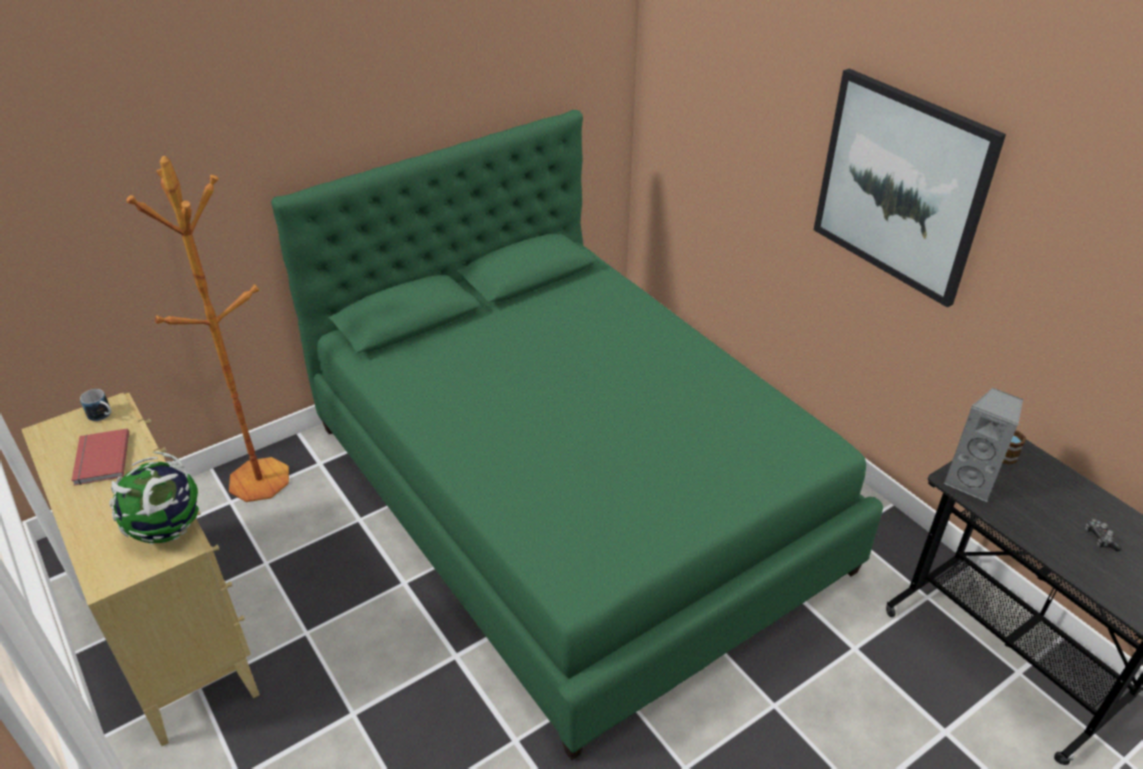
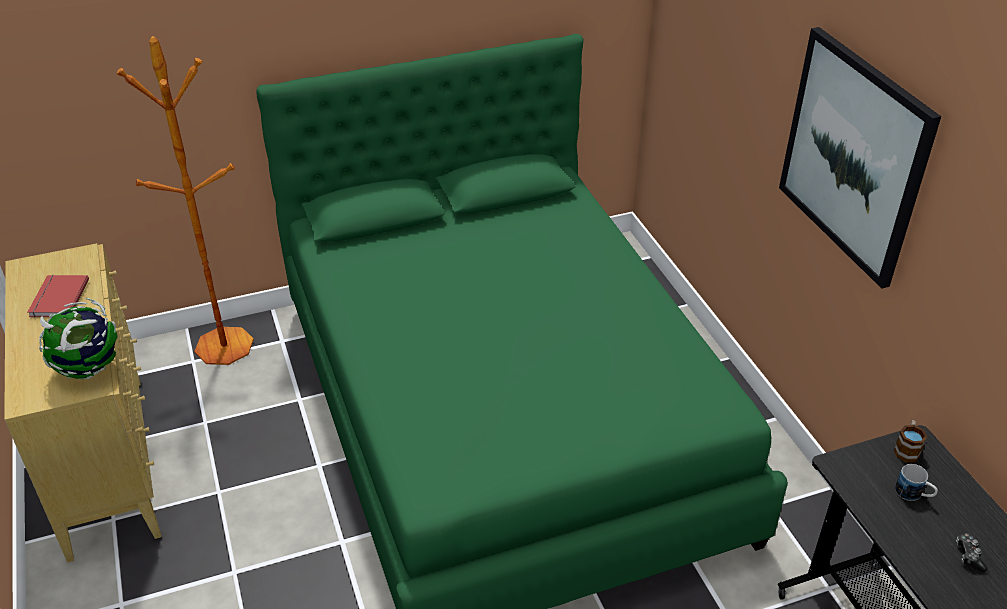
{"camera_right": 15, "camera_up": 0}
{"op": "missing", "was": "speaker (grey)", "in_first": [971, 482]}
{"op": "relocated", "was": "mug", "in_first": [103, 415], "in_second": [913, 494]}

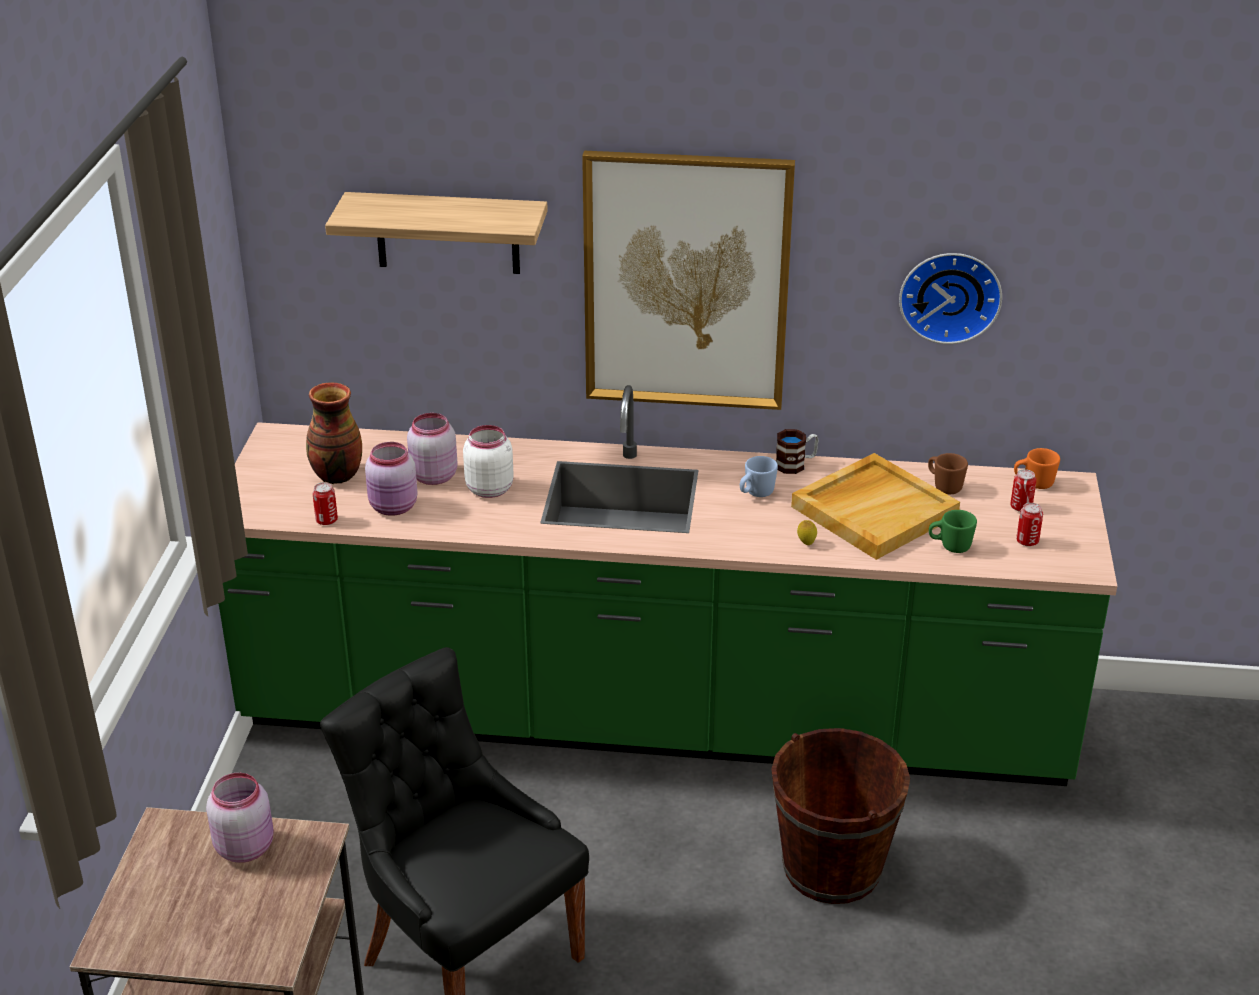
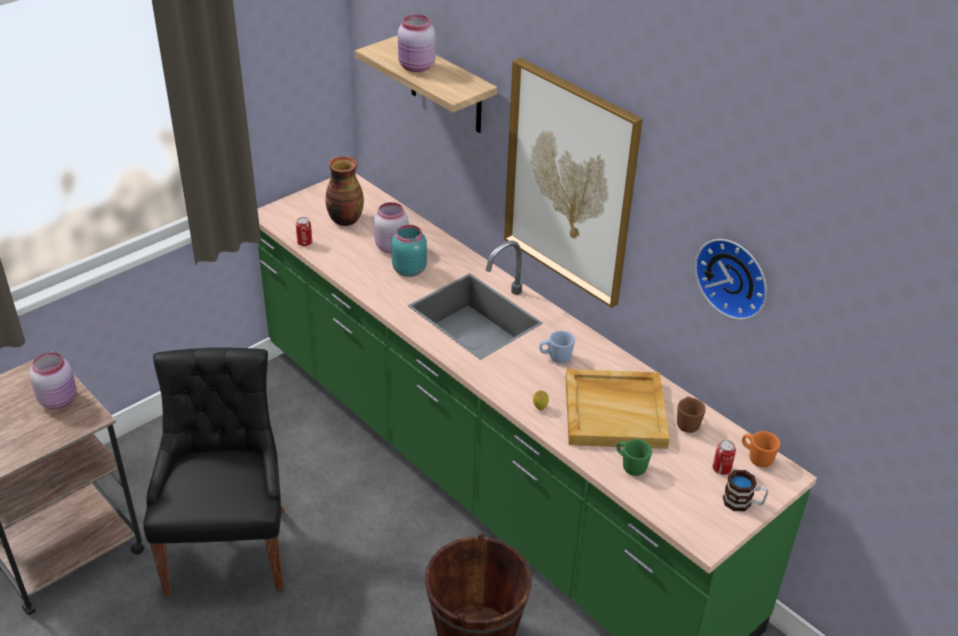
{"camera_right": 40, "camera_up": 5}
{"op": "colour", "was": "jar (white)", "now": "jar (turquoise)", "in_first": [488, 488], "in_second": [409, 269]}
{"op": "relocated", "was": "mug", "in_first": [796, 464], "in_second": [743, 503]}
{"op": "relocated", "was": "jar (pink)", "in_first": [394, 507], "in_second": [416, 67]}
{"op": "missing", "was": "can", "in_first": [1027, 541]}

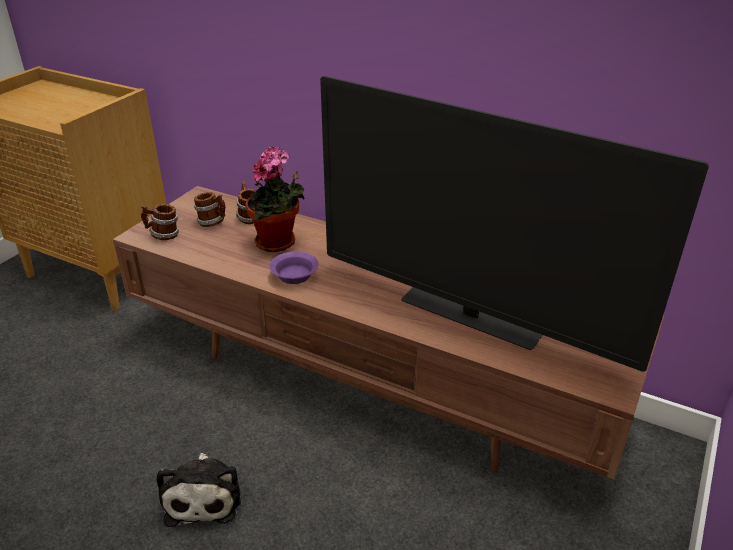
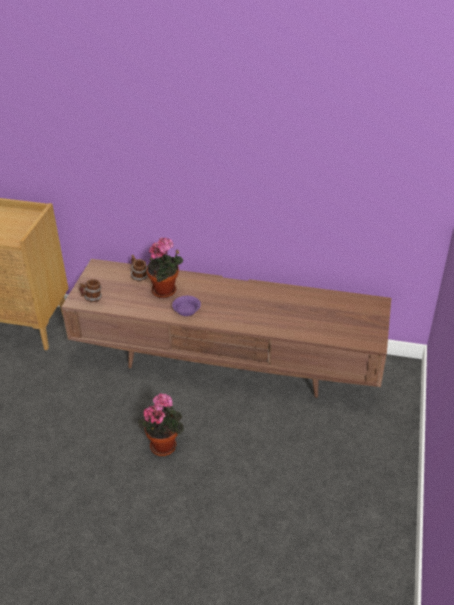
{"camera_right": -15, "camera_up": 5}
{"op": "missing", "was": "television", "in_first": [469, 318]}
{"op": "missing", "was": "mug", "in_first": [213, 223]}
{"op": "exchanged", "was": "plush toy", "now": "potted plant", "in_first": [204, 496], "in_second": [164, 444]}

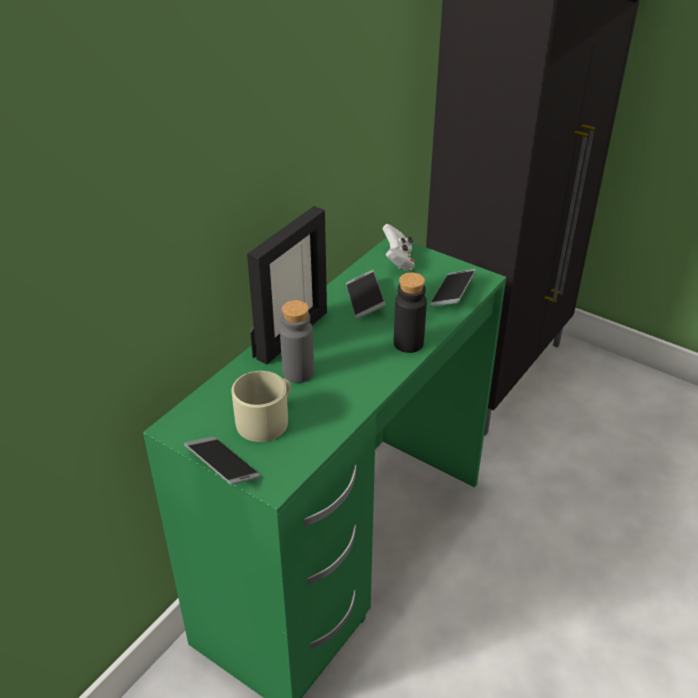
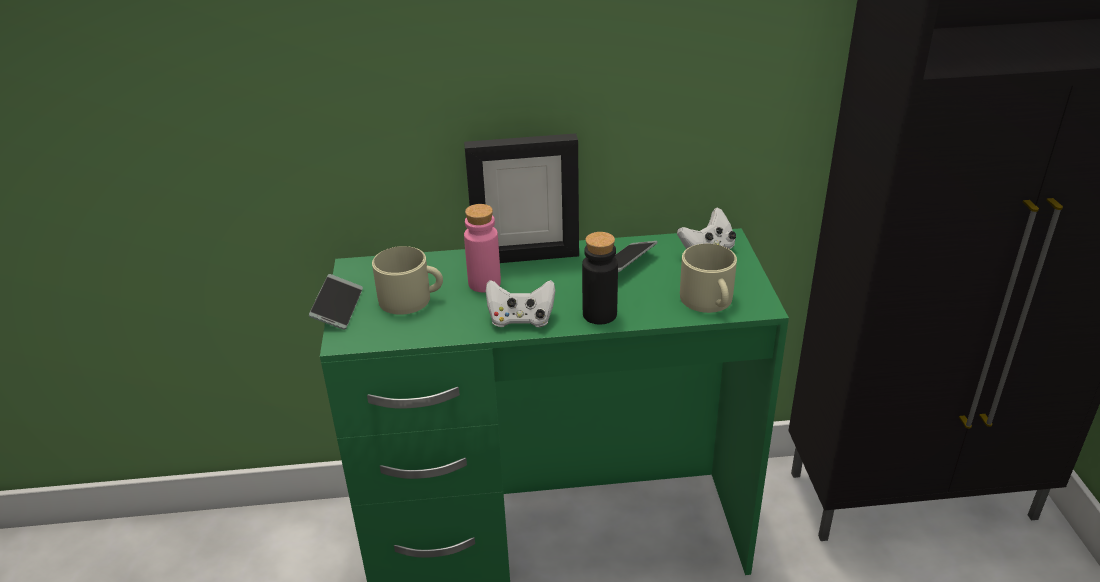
{"camera_right": 50, "camera_up": -5}
{"op": "exchanged", "was": "phone", "now": "mug (beige)", "in_first": [452, 293], "in_second": [709, 301]}
{"op": "colour", "was": "bottle (grey)", "now": "bottle (pink)", "in_first": [298, 372], "in_second": [484, 283]}
{"op": "appeared", "now": "game controller (white)", "in_second": [521, 320]}

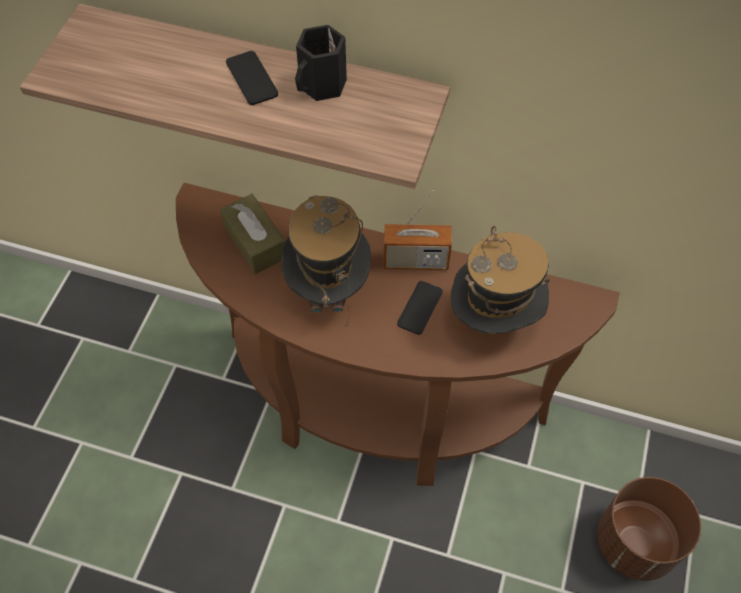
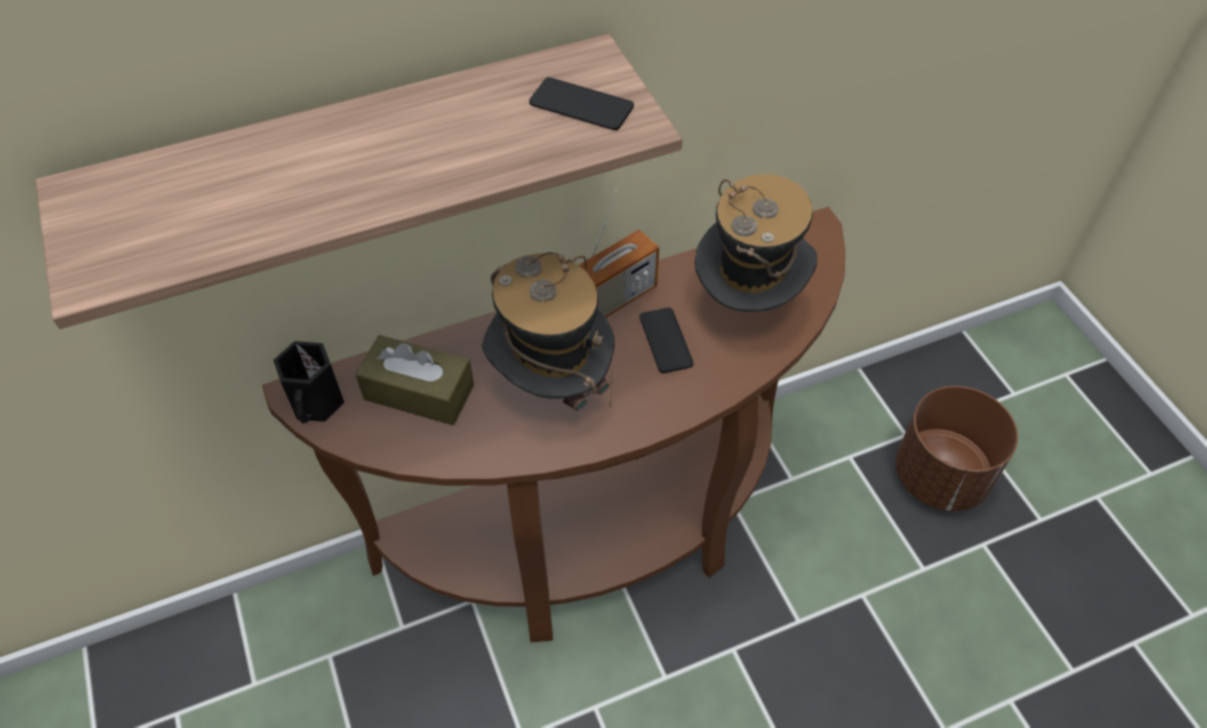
{"camera_right": -40, "camera_up": -5}
{"op": "relocated", "was": "mug (black)", "in_first": [322, 86], "in_second": [318, 402]}
{"op": "relocated", "was": "phone", "in_first": [252, 78], "in_second": [581, 105]}

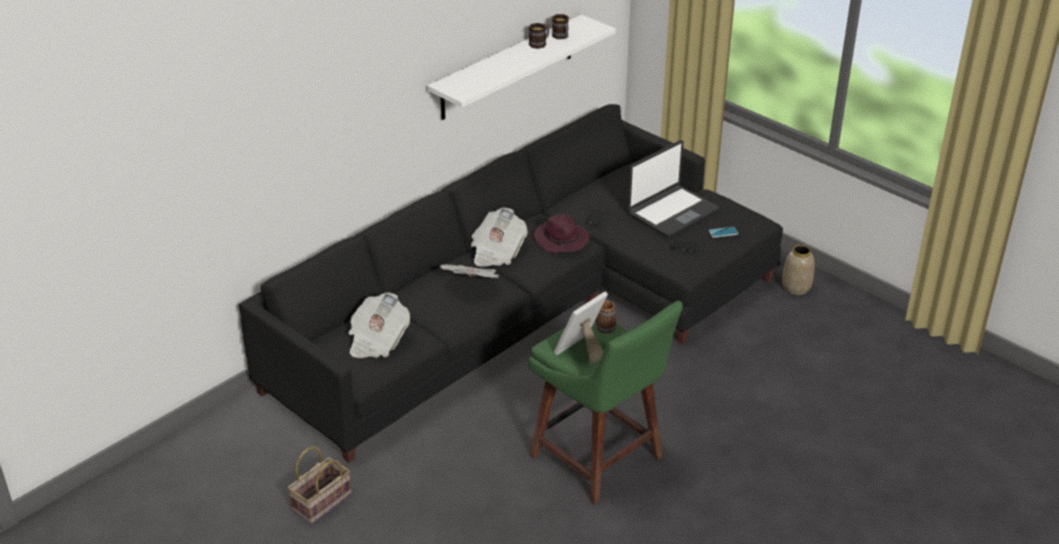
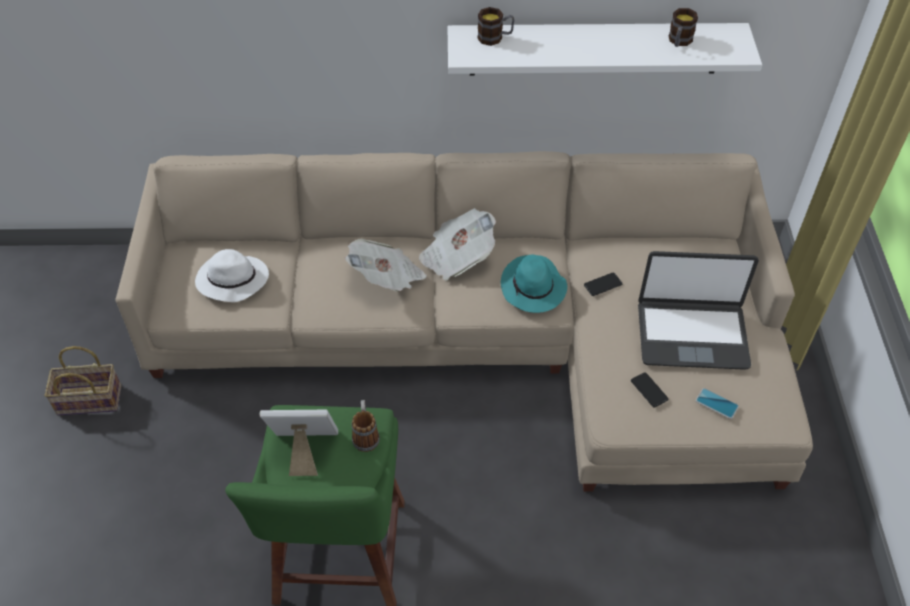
{"camera_right": 45, "camera_up": 15}
{"op": "relocated", "was": "mug", "in_first": [540, 43], "in_second": [495, 37]}
{"op": "colour", "was": "sofa (black)", "now": "sofa (beige)", "in_first": [530, 308], "in_second": [491, 333]}
{"op": "colour", "was": "hat (purple)", "now": "hat (turquoise)", "in_first": [562, 240], "in_second": [533, 288]}
{"op": "missing", "was": "vase", "in_first": [796, 288]}
{"op": "exchanged", "was": "newspaper", "now": "hat (white)", "in_first": [377, 341], "in_second": [231, 280]}

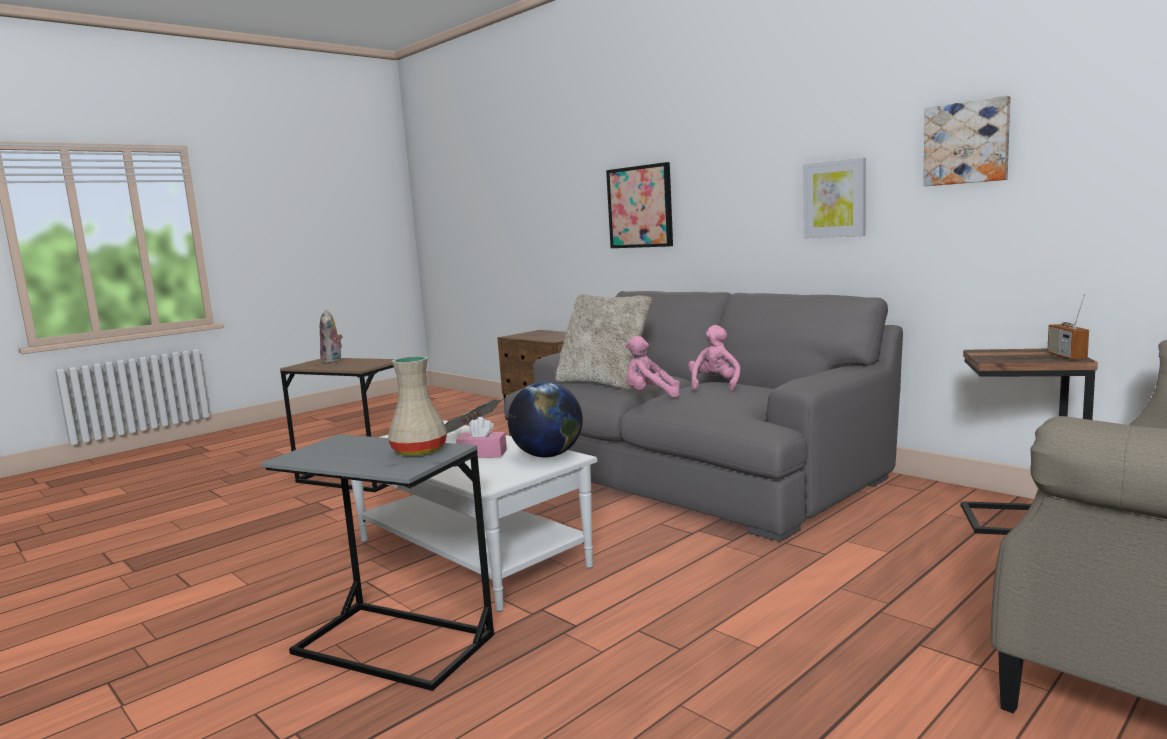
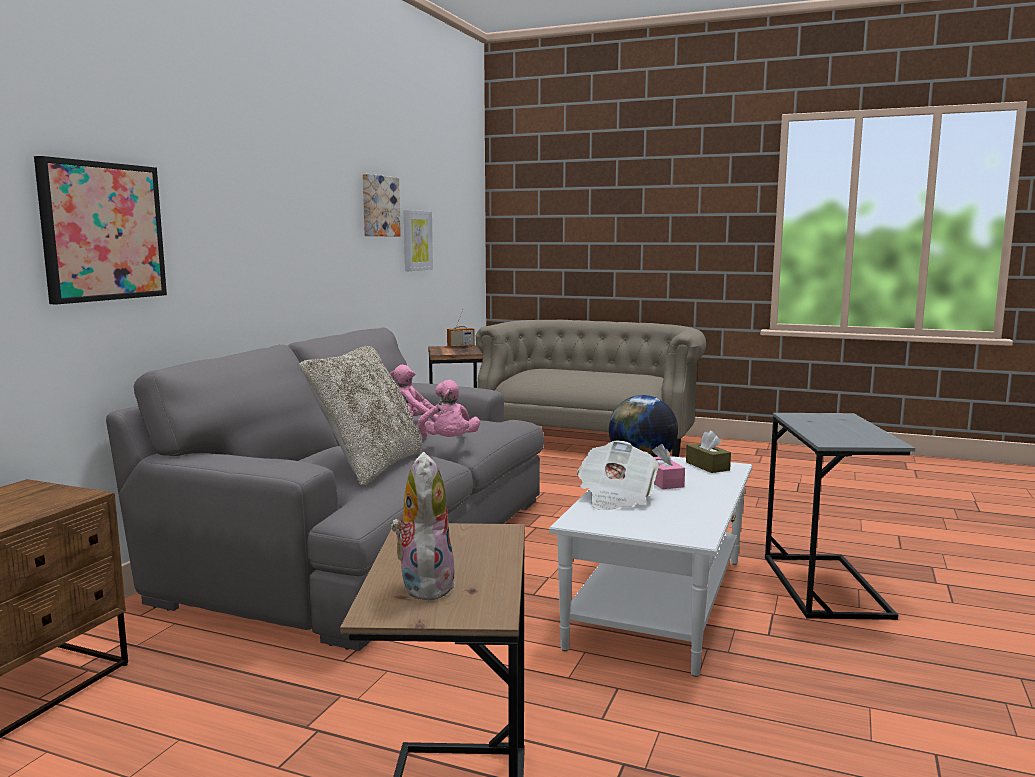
{"camera_right": -115, "camera_up": 0}
{"op": "relocated", "was": "picture", "in_first": [835, 199], "in_second": [416, 240]}
{"op": "spun", "was": "plush toy", "in_first": [333, 361], "in_second": [423, 585], "clockwise": -60}
{"op": "missing", "was": "vase (beige)", "in_first": [420, 451]}
{"op": "appeared", "now": "tissue box (brown)", "in_second": [707, 466]}

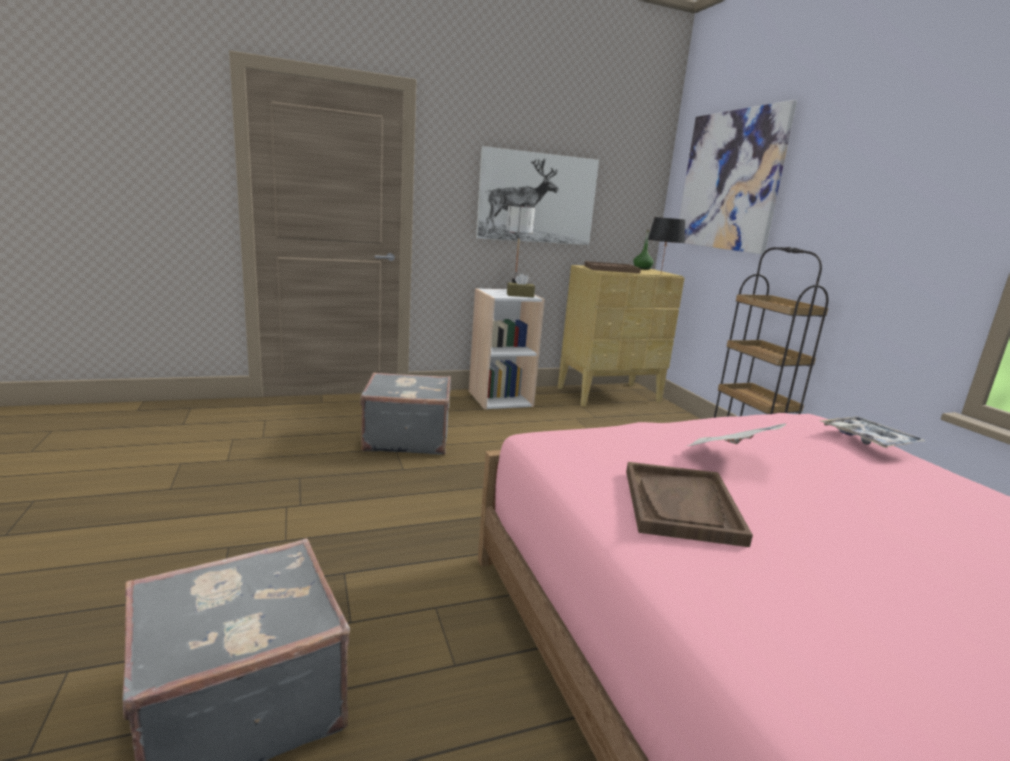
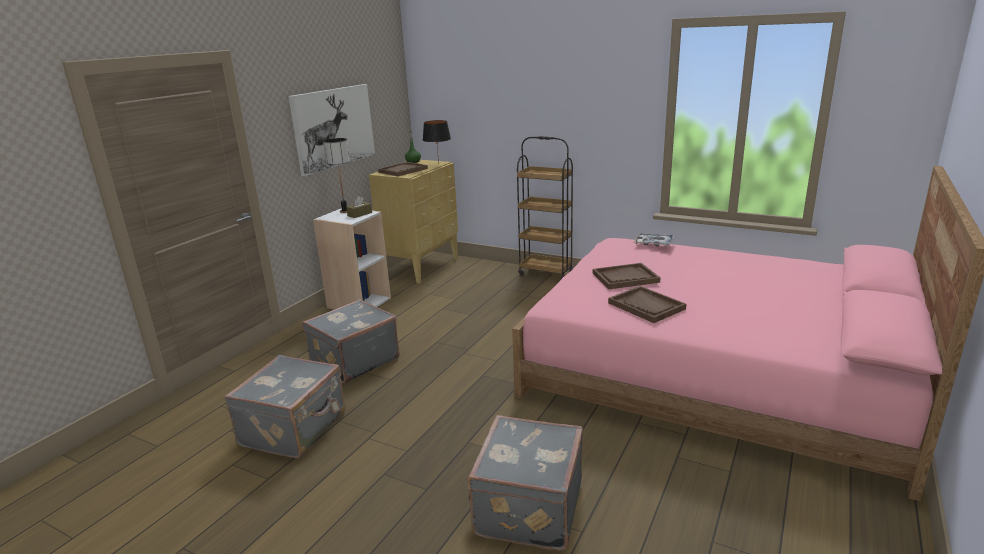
{"camera_right": -40, "camera_up": 5}
{"op": "missing", "was": "picture", "in_first": [730, 181]}
{"op": "exchanged", "was": "newspaper", "now": "tray (brown)", "in_first": [726, 458], "in_second": [625, 278]}
{"op": "appeared", "now": "suitcase (grey)", "in_second": [295, 429]}

